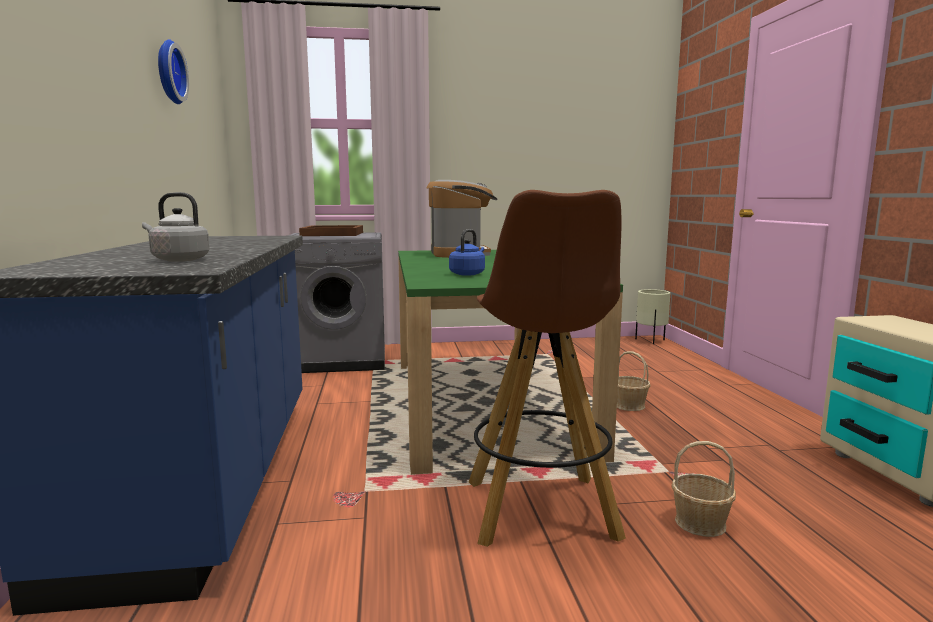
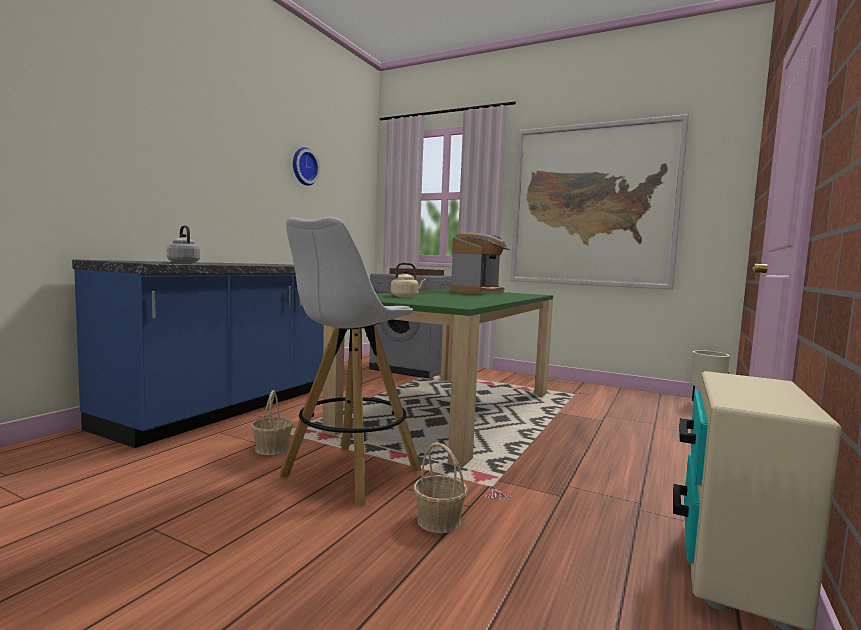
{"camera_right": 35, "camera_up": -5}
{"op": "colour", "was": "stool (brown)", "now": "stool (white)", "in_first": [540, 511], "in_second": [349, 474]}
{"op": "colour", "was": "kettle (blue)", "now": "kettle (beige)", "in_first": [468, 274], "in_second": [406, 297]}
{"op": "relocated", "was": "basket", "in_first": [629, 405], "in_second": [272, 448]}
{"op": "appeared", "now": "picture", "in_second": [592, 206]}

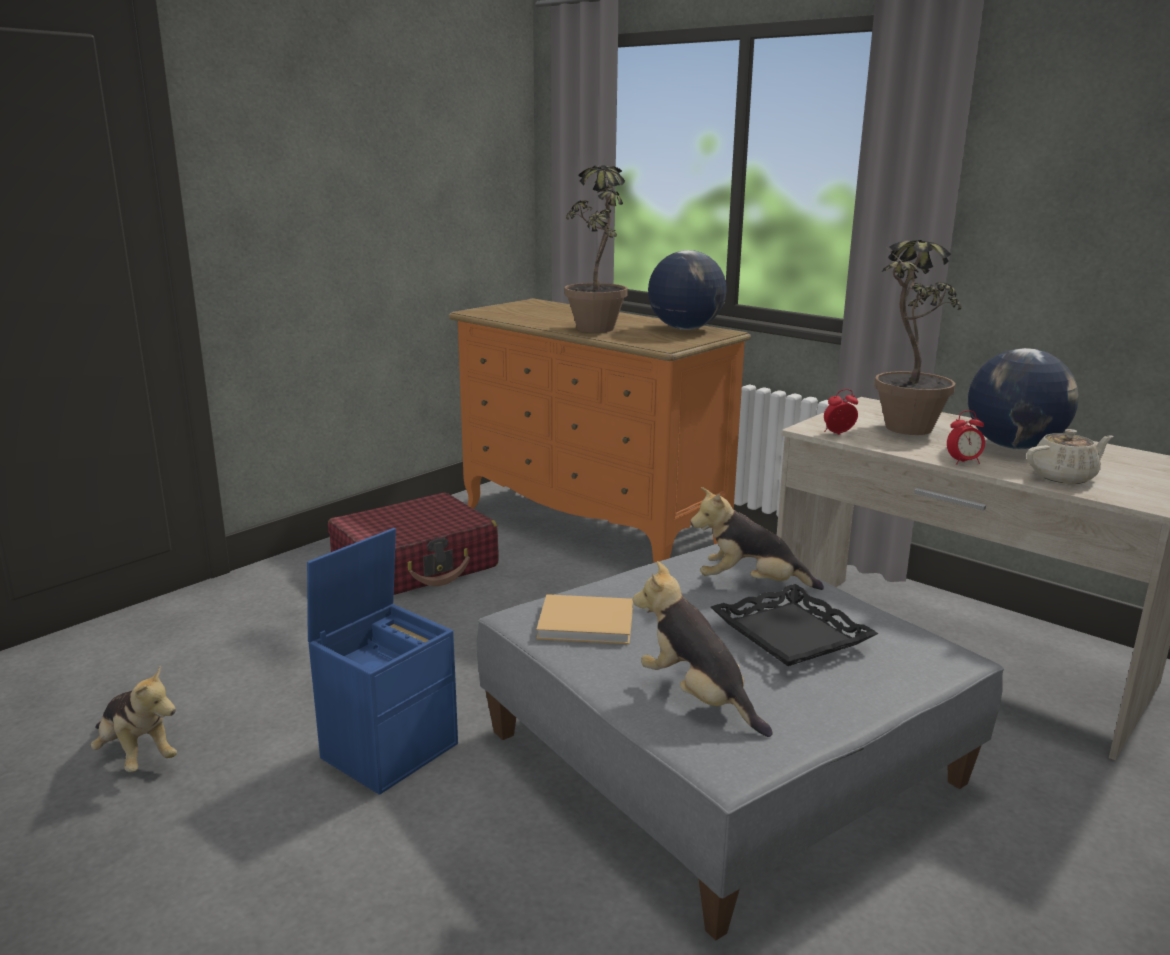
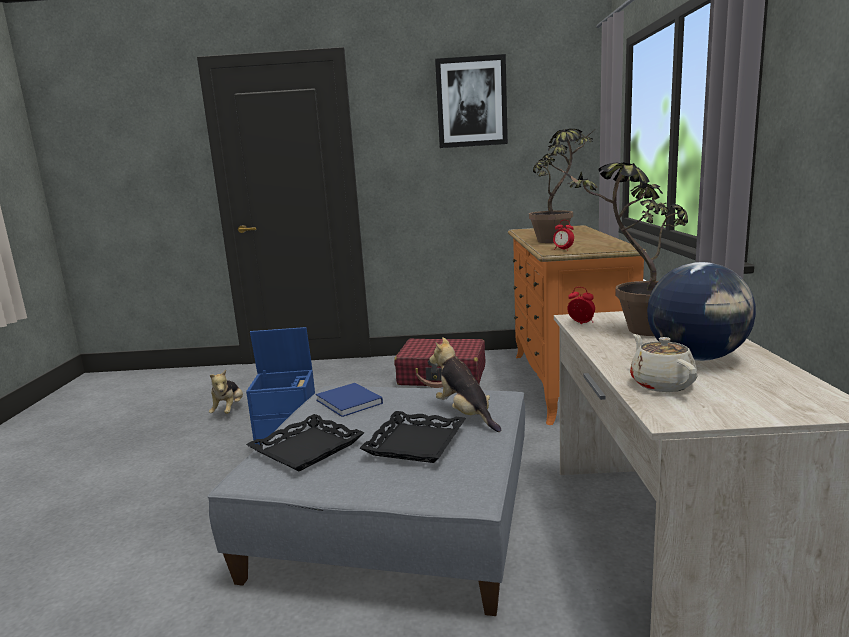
{"camera_right": 50, "camera_up": -5}
{"op": "missing", "was": "globe", "in_first": [684, 329]}
{"op": "relocated", "was": "alarm clock", "in_first": [963, 462], "in_second": [563, 250]}
{"op": "spun", "was": "teapot (beige)", "in_first": [1064, 477], "in_second": [661, 384], "clockwise": -135}
{"op": "exchanged", "was": "plush toy", "now": "tray (black)", "in_first": [697, 698], "in_second": [307, 449]}
{"op": "colour", "was": "book (beige)", "now": "book (blue)", "in_first": [589, 623], "in_second": [350, 402]}
{"op": "appeared", "now": "picture", "in_second": [471, 102]}

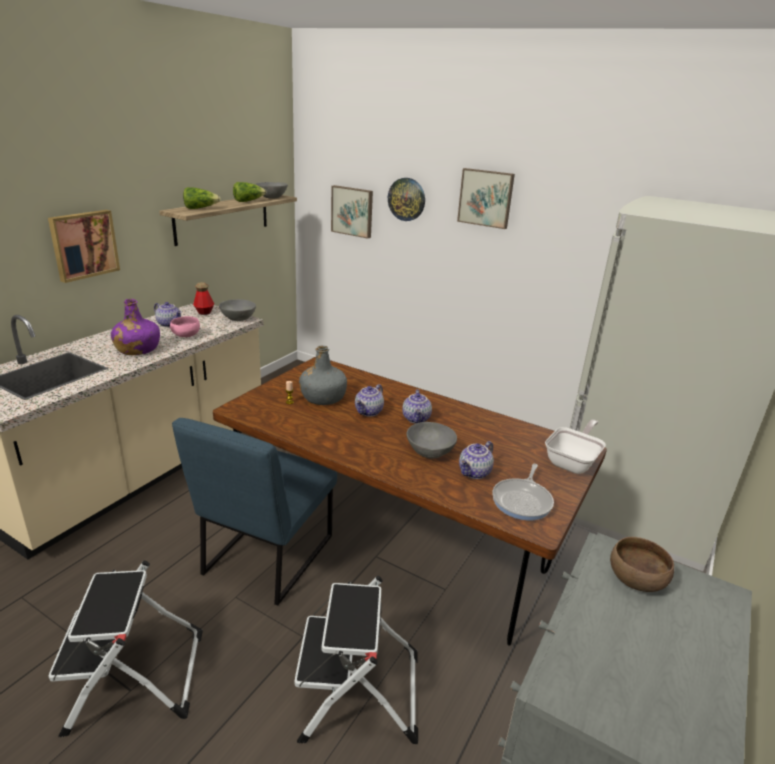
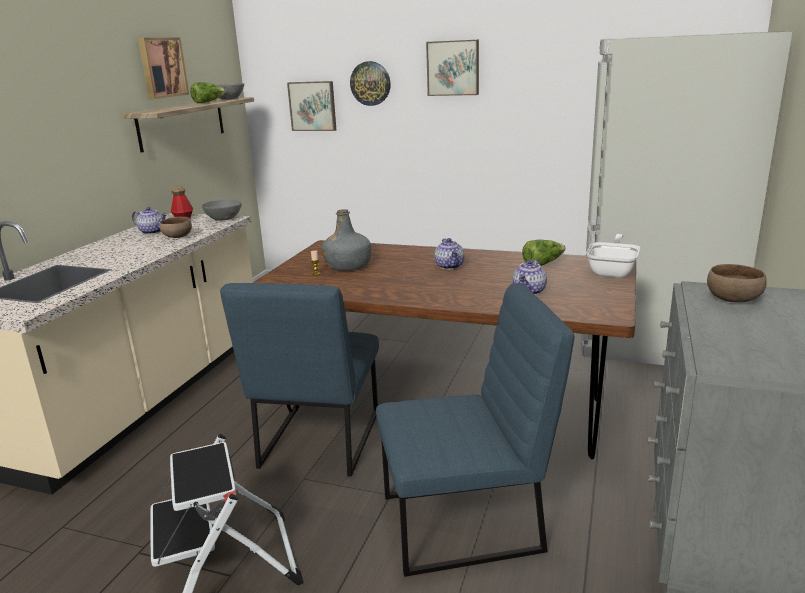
{"camera_right": -10, "camera_up": -5}
{"op": "relocated", "was": "lettuce", "in_first": [200, 208], "in_second": [542, 263]}
{"op": "relocated", "was": "picture", "in_first": [83, 244], "in_second": [162, 67]}
{"op": "missing", "was": "bottle (purple)", "in_first": [137, 350]}
{"op": "colour", "was": "bowl (pink)", "now": "bowl (brown)", "in_first": [185, 336], "in_second": [177, 237]}
{"op": "missing", "was": "teapot", "in_first": [369, 412]}
{"op": "missing", "was": "bowl (grey)", "in_first": [430, 452]}
{"op": "missing", "was": "frying pan", "in_first": [523, 501]}
{"op": "exchanged", "was": "step ladder", "now": "chair (blue)", "in_first": [358, 689], "in_second": [466, 522]}

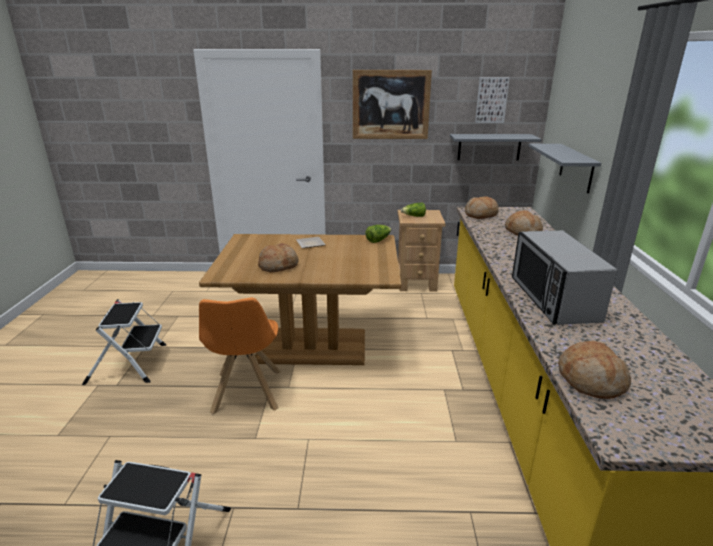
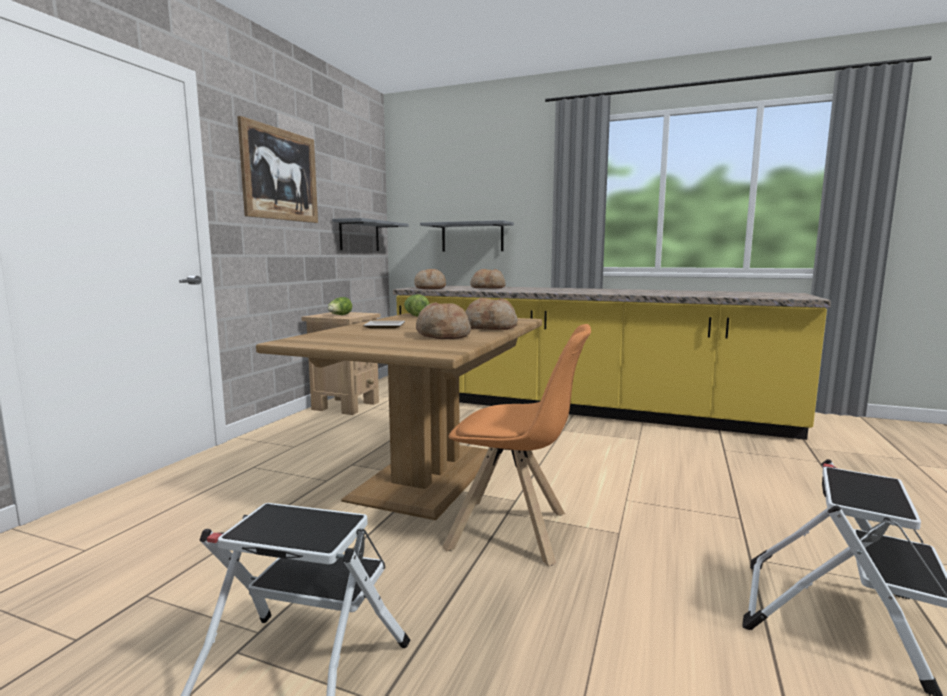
{"camera_right": -70, "camera_up": -15}
{"op": "missing", "was": "picture", "in_first": [491, 100]}
{"op": "missing", "was": "microwave", "in_first": [553, 299]}
{"op": "relocated", "was": "bread", "in_first": [591, 380], "in_second": [490, 327]}

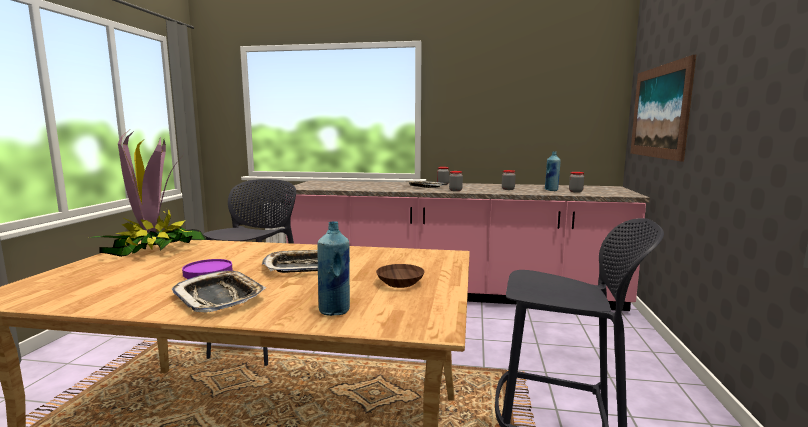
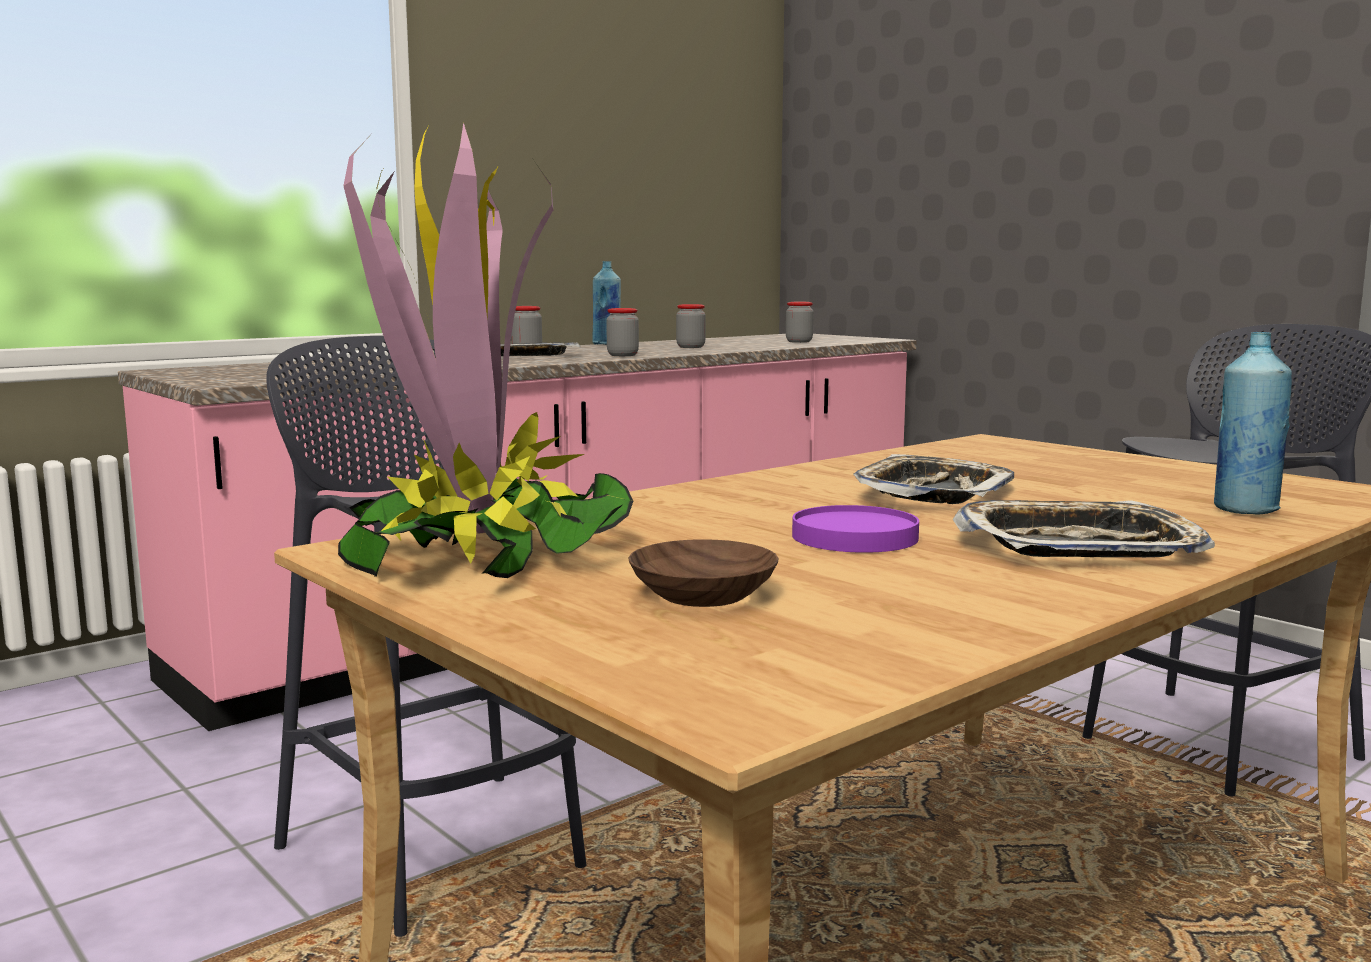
{"camera_right": -50, "camera_up": 0}
{"op": "missing", "was": "picture", "in_first": [659, 112]}
{"op": "relocated", "was": "bottle (blue)", "in_first": [551, 190], "in_second": [607, 345]}
{"op": "relocated", "was": "bowl (brown)", "in_first": [401, 283], "in_second": [707, 595]}

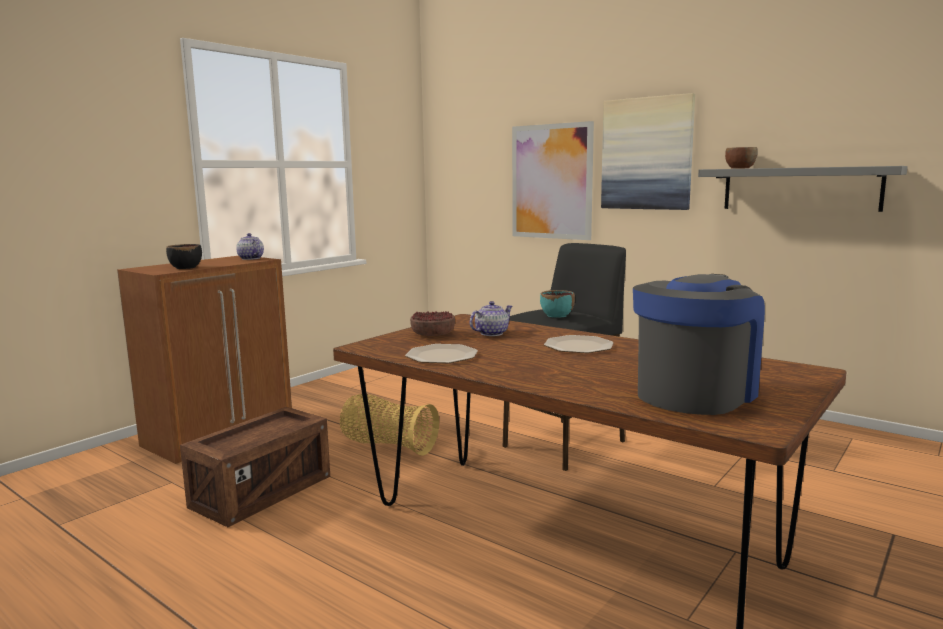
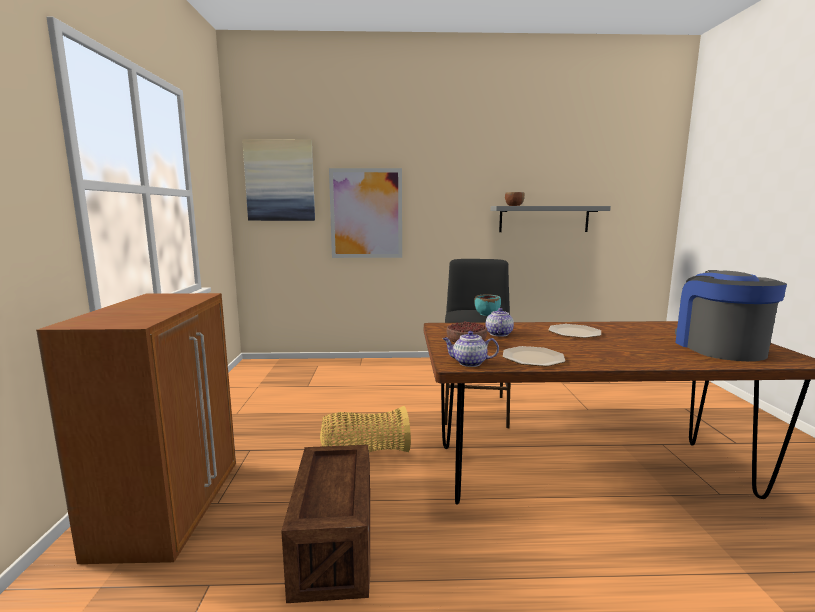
{"camera_right": -40, "camera_up": 0}
{"op": "relocated", "was": "picture", "in_first": [646, 154], "in_second": [280, 180]}
{"op": "relocated", "was": "teapot", "in_first": [250, 258], "in_second": [469, 363]}
{"op": "missing", "was": "bowl (black)", "in_first": [186, 267]}

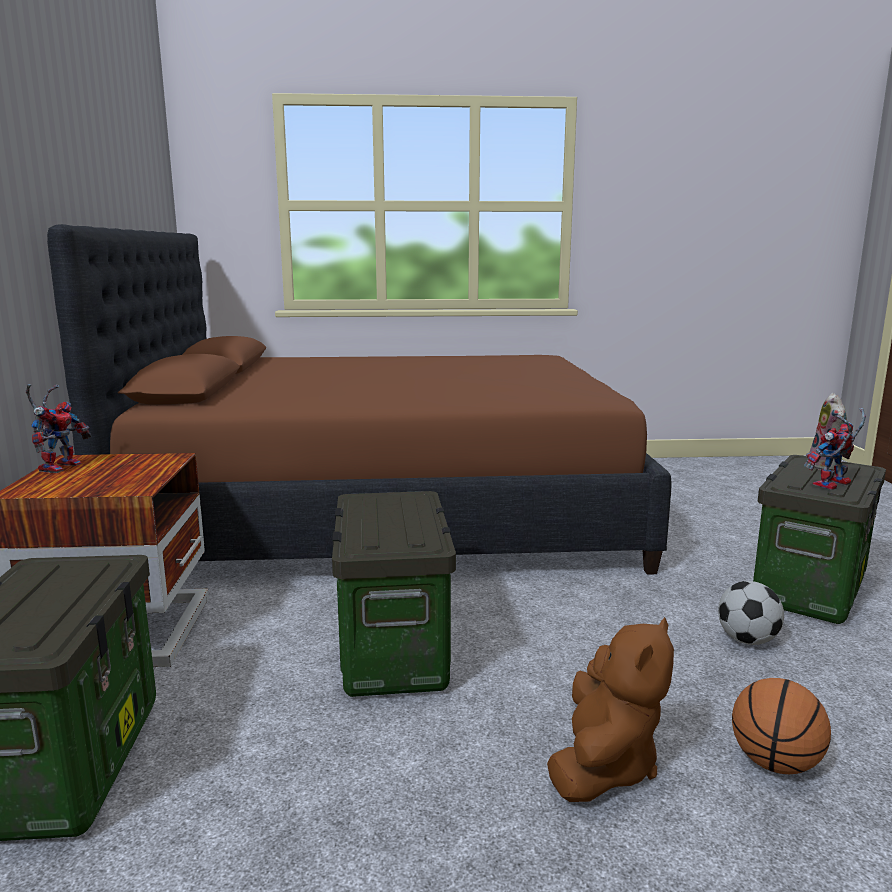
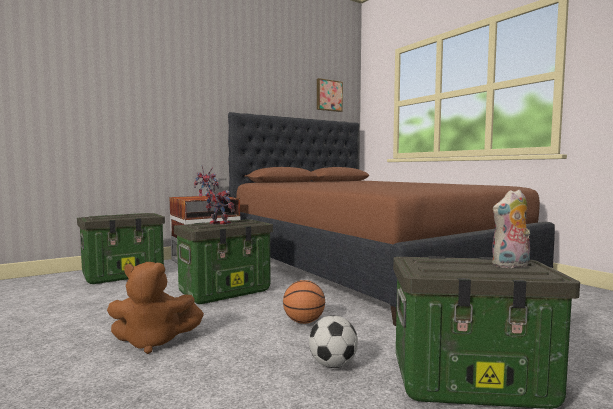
{"camera_right": 60, "camera_up": -10}
{"op": "relocated", "was": "toy robot", "in_first": [832, 486], "in_second": [217, 223]}
{"op": "relocated", "was": "basketball", "in_first": [774, 763], "in_second": [304, 322]}
{"op": "appeared", "now": "picture", "in_second": [328, 95]}

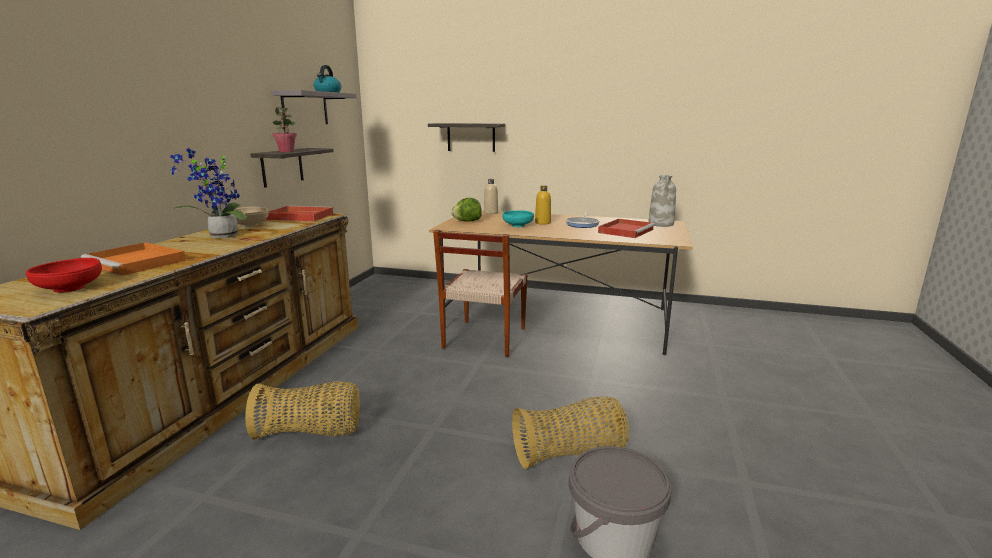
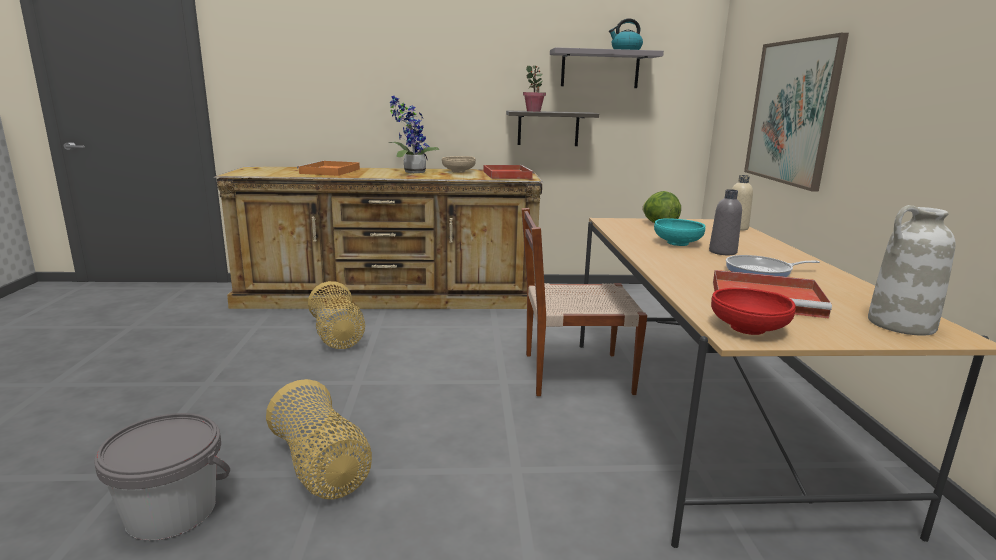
{"camera_right": 70, "camera_up": 0}
{"op": "exchanged", "was": "shelf", "now": "picture", "in_first": [471, 137], "in_second": [792, 112]}
{"op": "colour", "was": "bottle (yellow)", "now": "bottle (grey)", "in_first": [542, 223], "in_second": [722, 252]}
{"op": "relocated", "was": "bowl (red)", "in_first": [70, 288], "in_second": [748, 328]}

